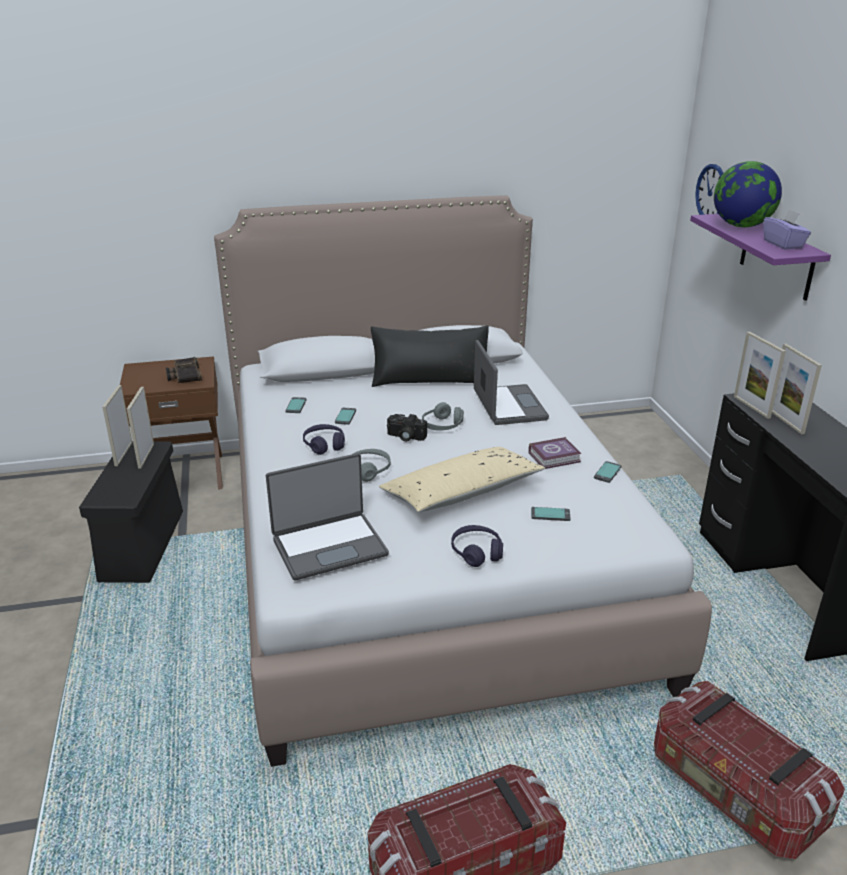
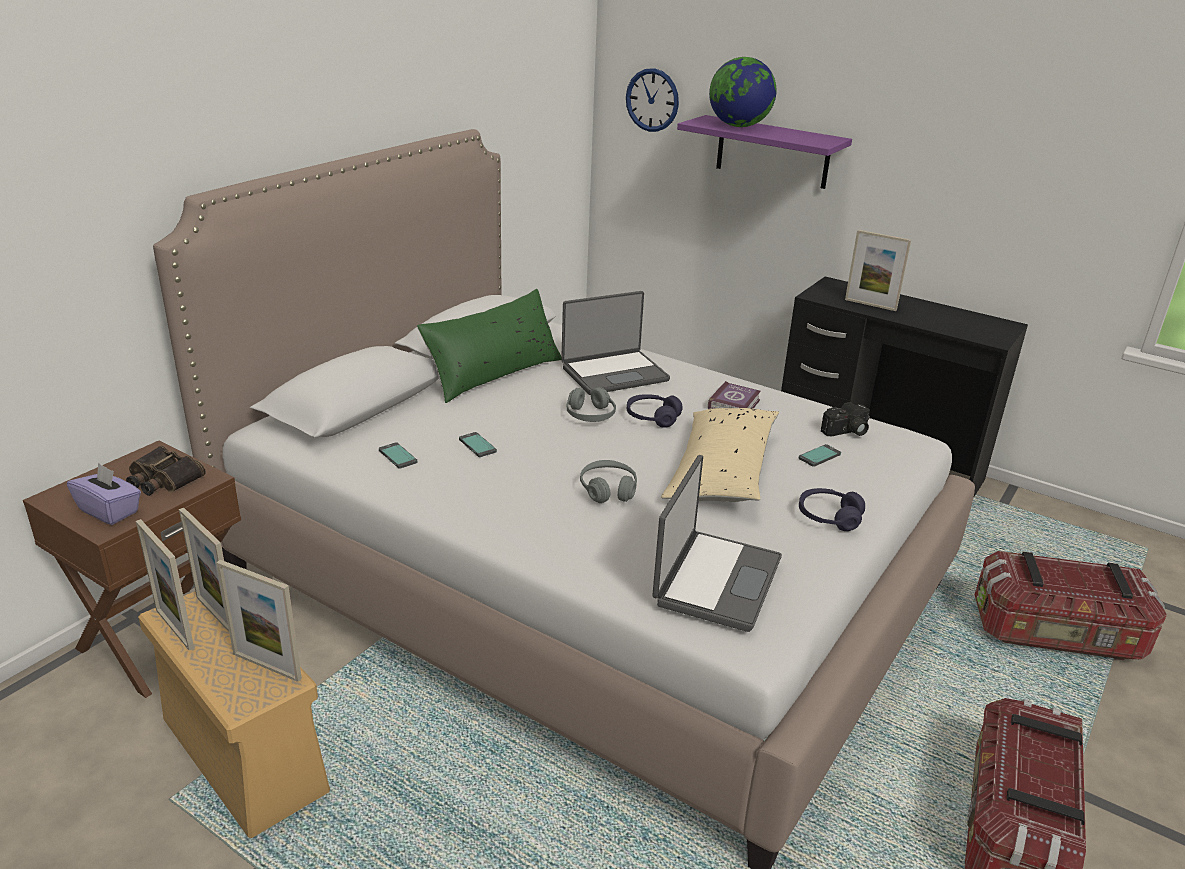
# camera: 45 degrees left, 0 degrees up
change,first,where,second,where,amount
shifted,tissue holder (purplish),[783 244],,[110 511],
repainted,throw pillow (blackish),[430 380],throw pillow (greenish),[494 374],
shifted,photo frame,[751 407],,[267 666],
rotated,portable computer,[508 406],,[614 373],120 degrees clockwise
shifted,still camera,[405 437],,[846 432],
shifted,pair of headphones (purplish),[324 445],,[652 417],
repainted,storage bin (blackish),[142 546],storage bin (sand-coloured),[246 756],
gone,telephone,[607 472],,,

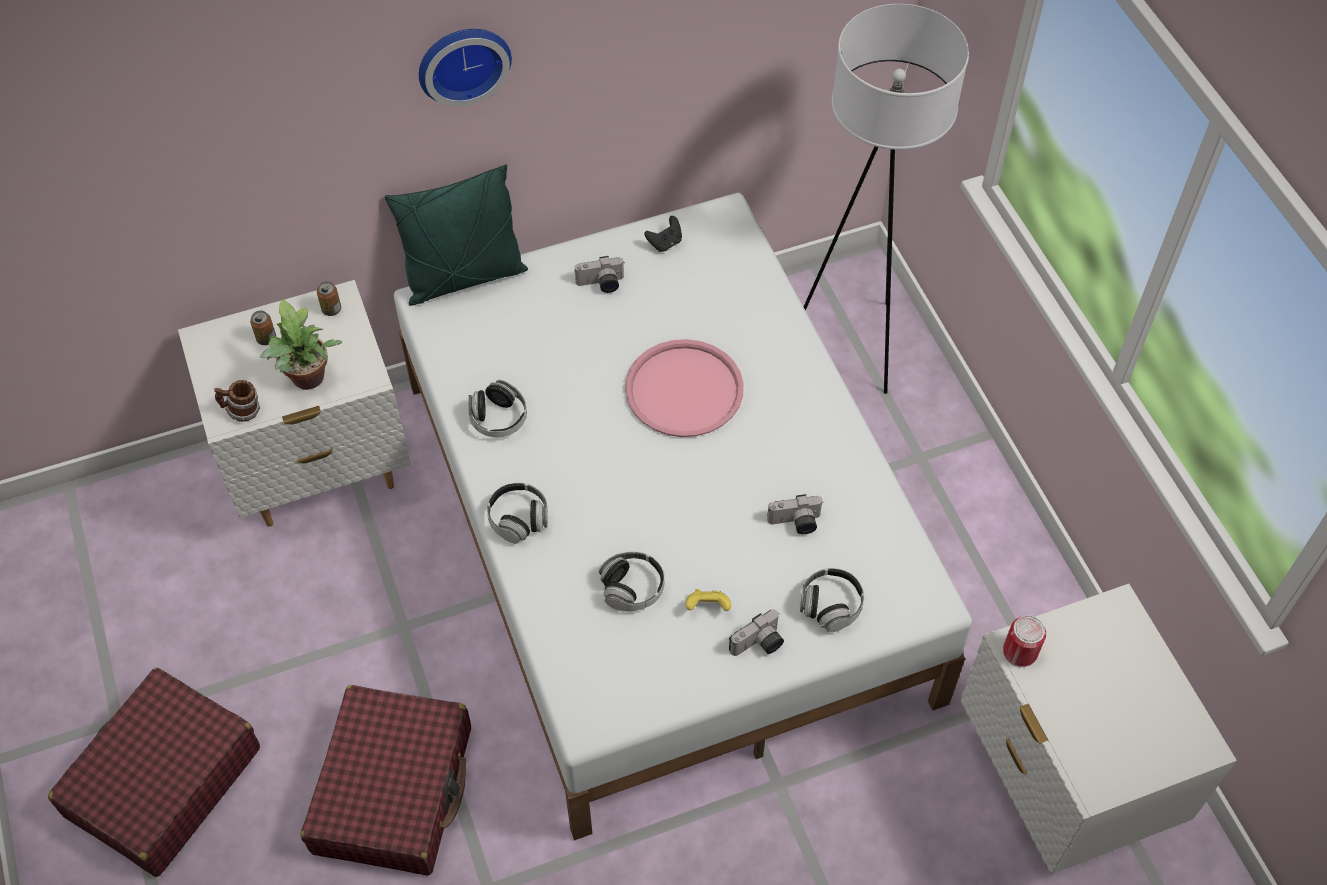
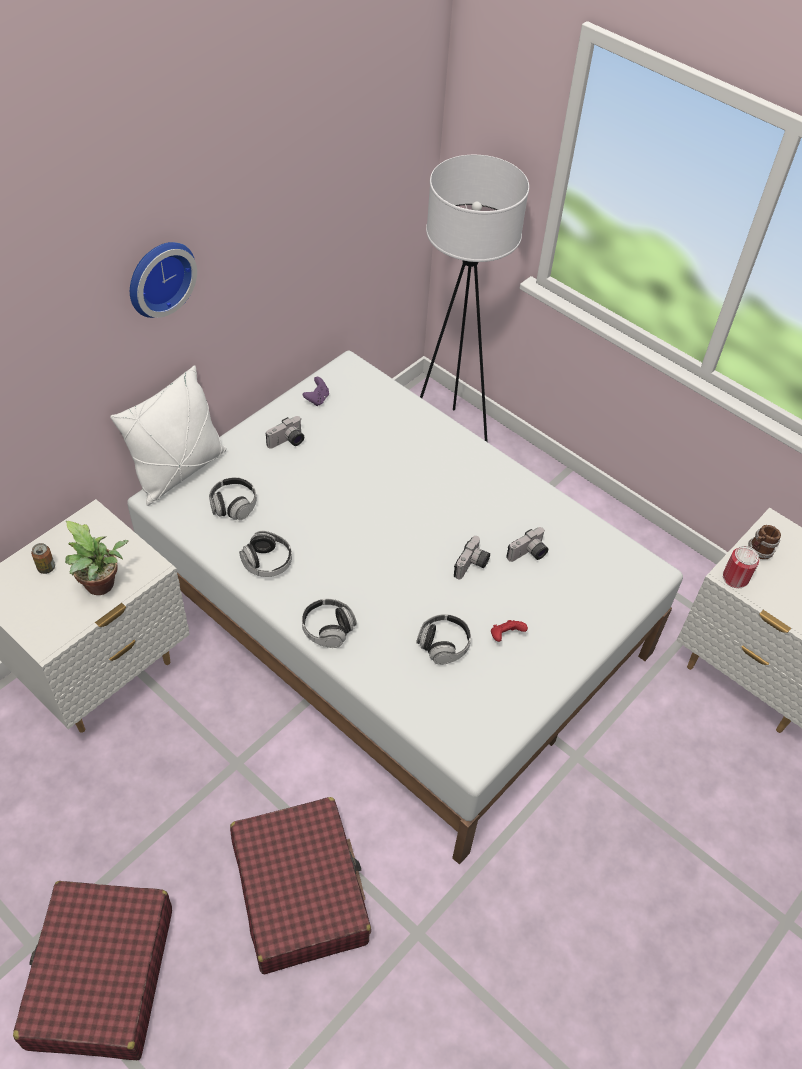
# camera: 30 degrees left, 5 degrees down
change,first,where,second,where,amount
repainted,throw pillow (greenish),[464 277],throw pillow (white),[179 471],
repainted,game controller (blackish),[665 243],game controller (purplish),[317 399],
gone,sealed can,[331 309],,,
gone,serving tray (pink-coloured),[684 389],,,
shifted,coffee mug,[242 411],,[758 552],
shifted,pair of headphones,[830 606],,[233 505],
repainted,game controller (yellow),[708 607],game controller (red-coloured),[505 636],
shifted,still camera,[759 645],,[472 566],

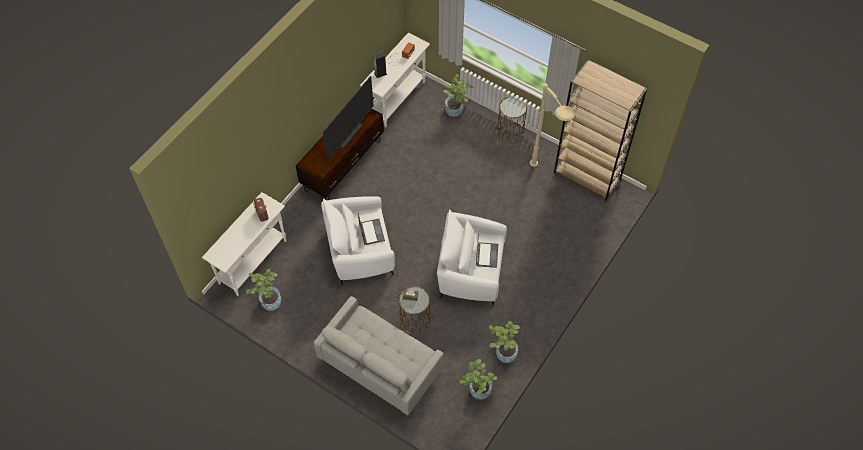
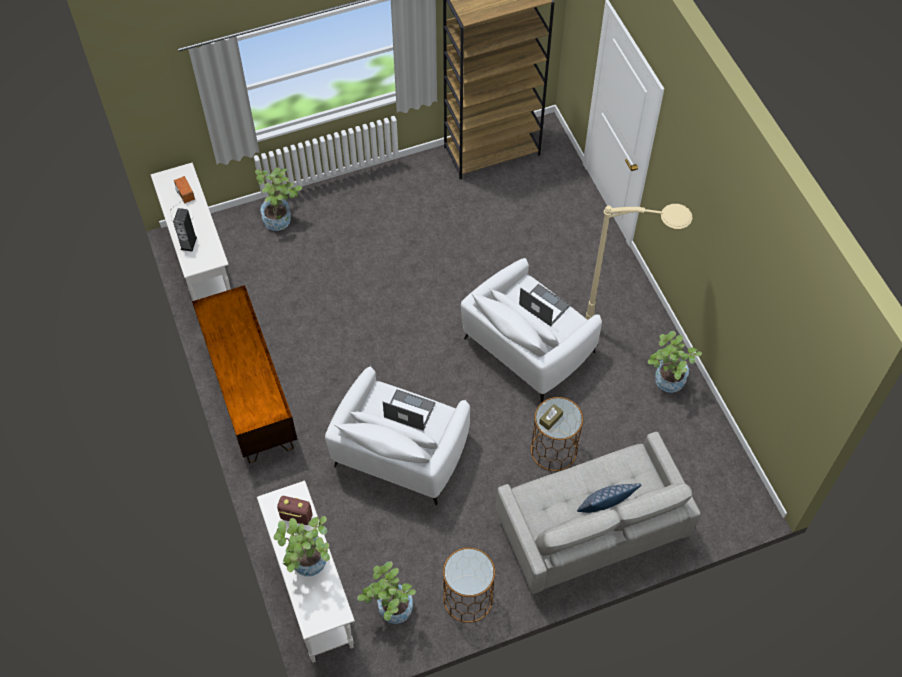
# camera: 55 degrees left, 0 degrees up
change,first,where,second,where,amount
gone,TV set,[350 135],,,
shifted,standing lamp (sand-coloured),[545 183],,[629 333],
shifted,side table (brownish),[510 131],,[467 598],
shifted,plant in a pot,[477 391],,[308 565],
new,,,throw pillow,[605 507],

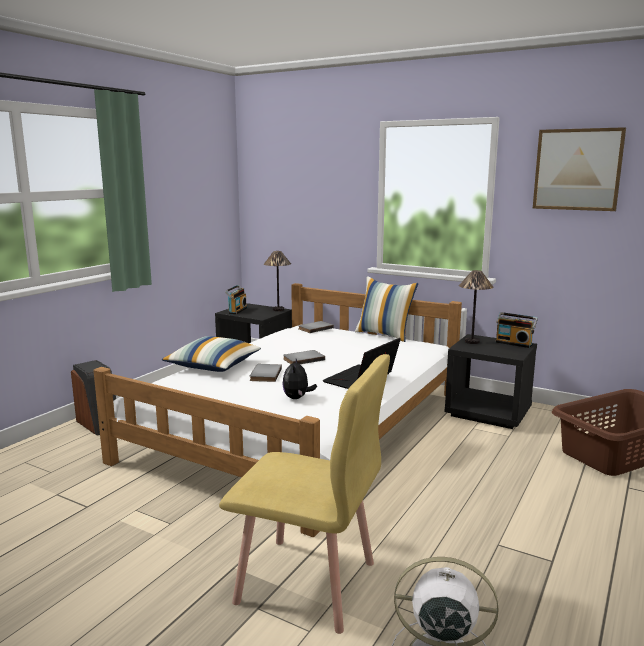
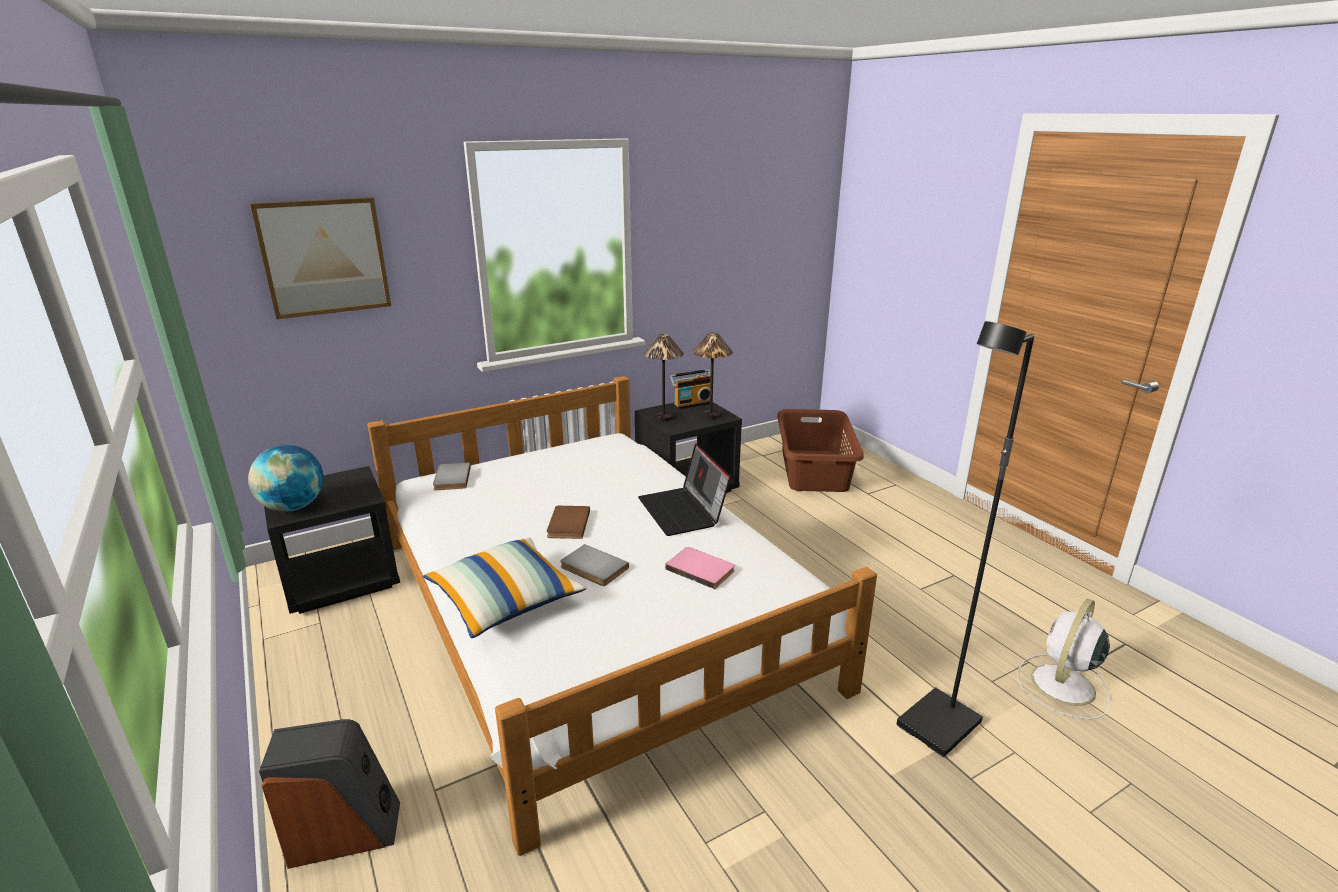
# camera: 60 degrees left, 10 degrees up
change,first,where,second,where,amount
shifted,wall picture,[577 169],,[324 257],
shifted,lamp for a table,[278 309],,[710 416],
gone,throw pillow,[384 335],,,
swapped,radio,[236 310],globe,[293 507],
repainted,book (grey),[303 359],book (brownish),[567 524],
swapped,upright chair (yellow),[307 583],standing lamp (blackish),[939 726],
swapped,soft toy,[297 398],book (pink-coloured),[701 569],

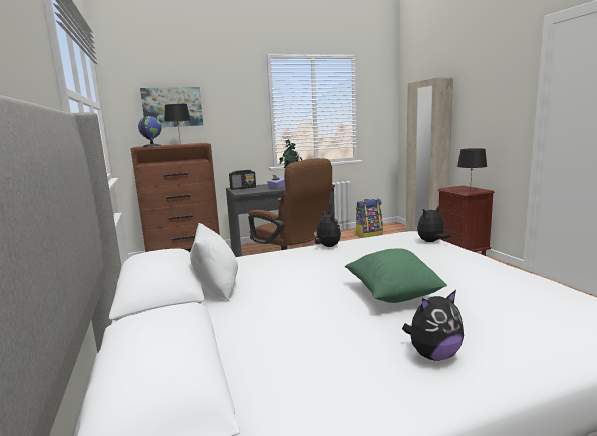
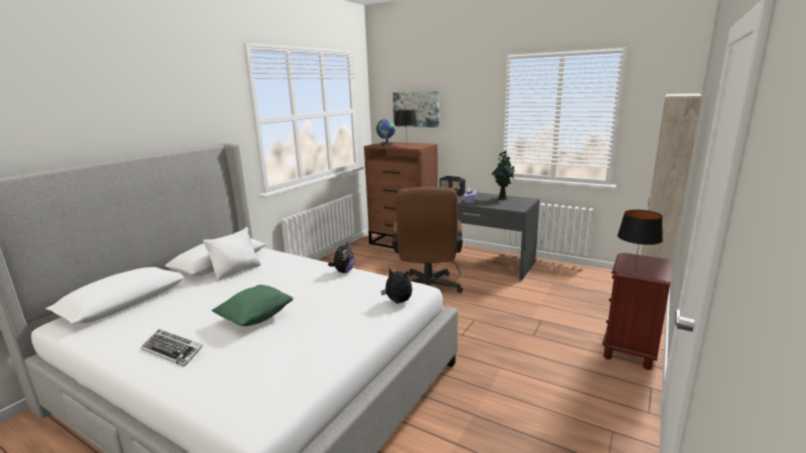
# camera: 50 degrees right, 5 degrees up
change,first,where,second,where,amount
gone,rucksack,[368 234],,,
swapped,soft toy,[433 355],keyboard,[173 351],

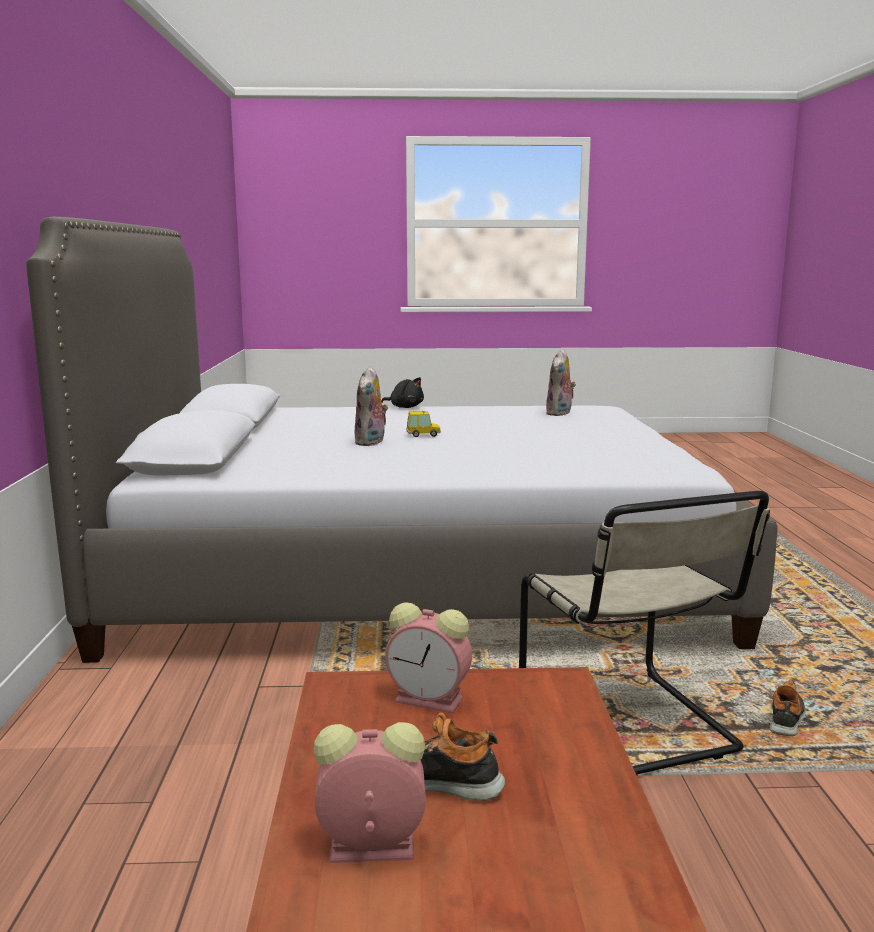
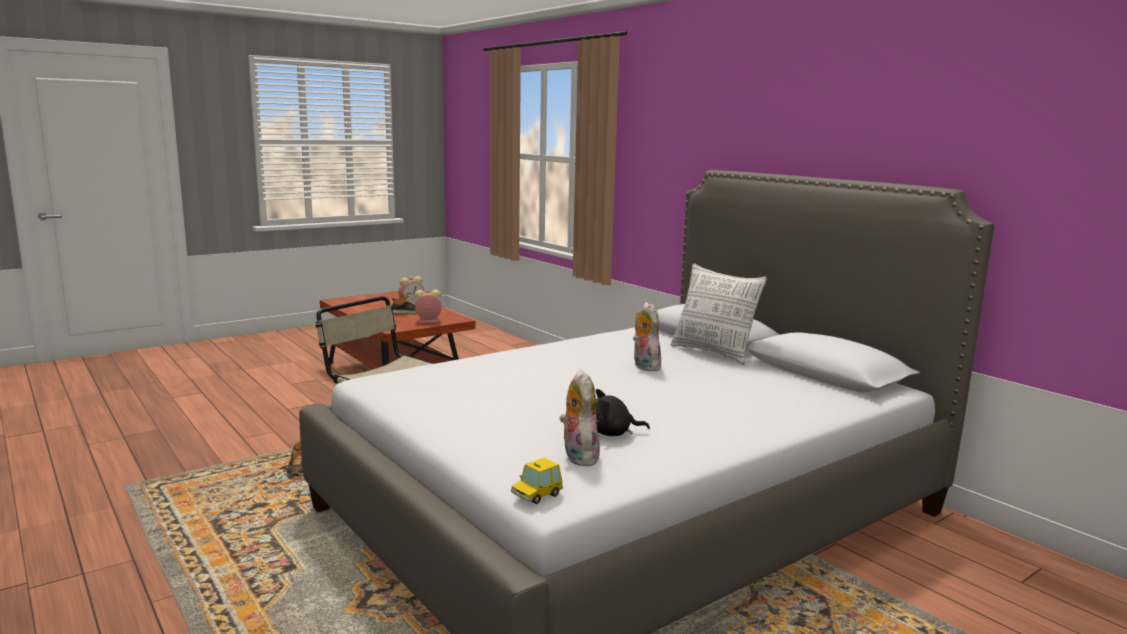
# camera: 145 degrees right, 0 degrees up
change,first,where,second,where,amount
shifted,soft toy (blackish),[405 407],,[611 433],
shifted,miniature car,[423 434],,[536 495],
new,,,throw pillow,[713 353],

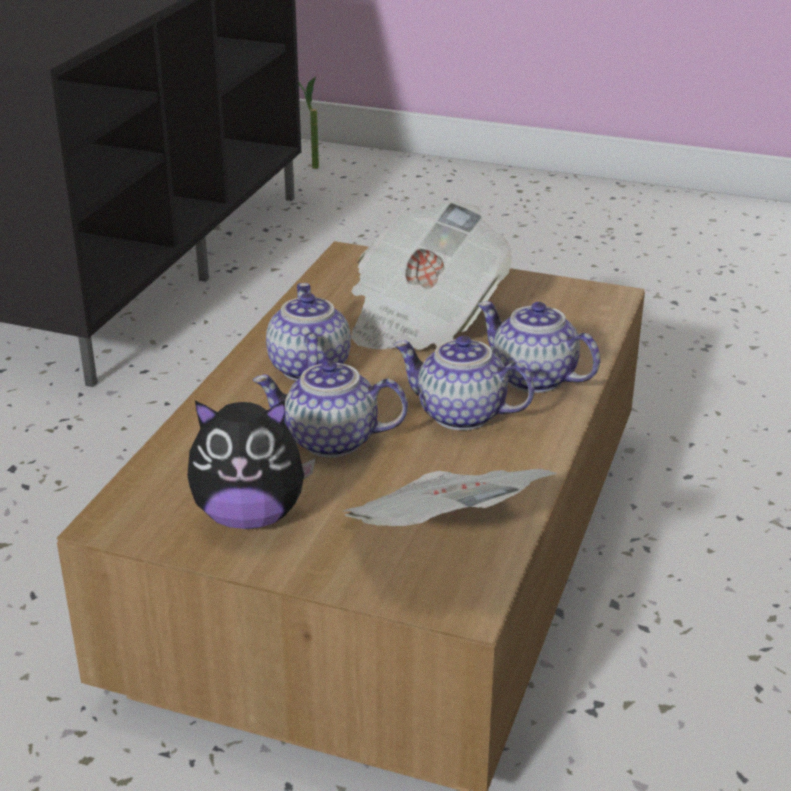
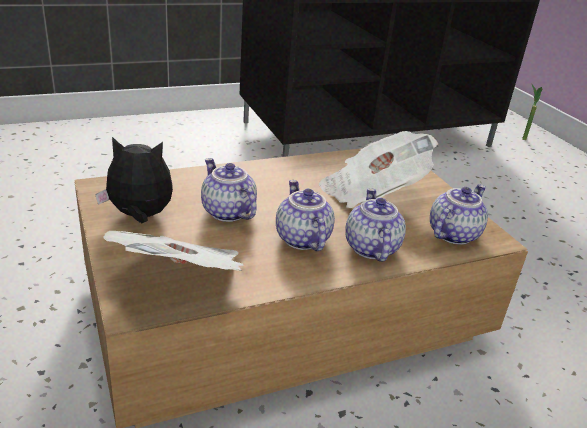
# camera: 45 degrees right, 0 degrees up
change,first,where,second,where,amount
shifted,pot for tea,[307 368],,[452 233],
rotated,soft toy,[250 516],,[140 216],135 degrees clockwise

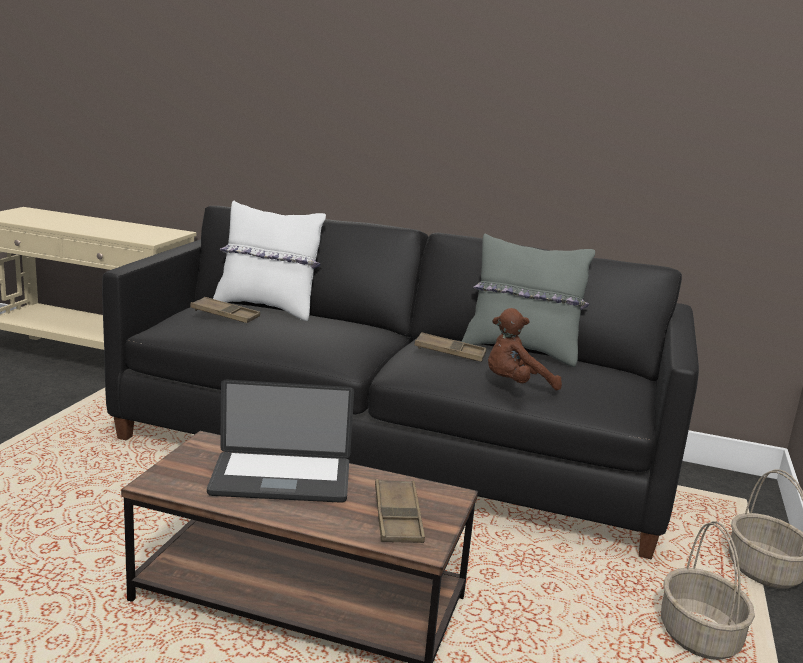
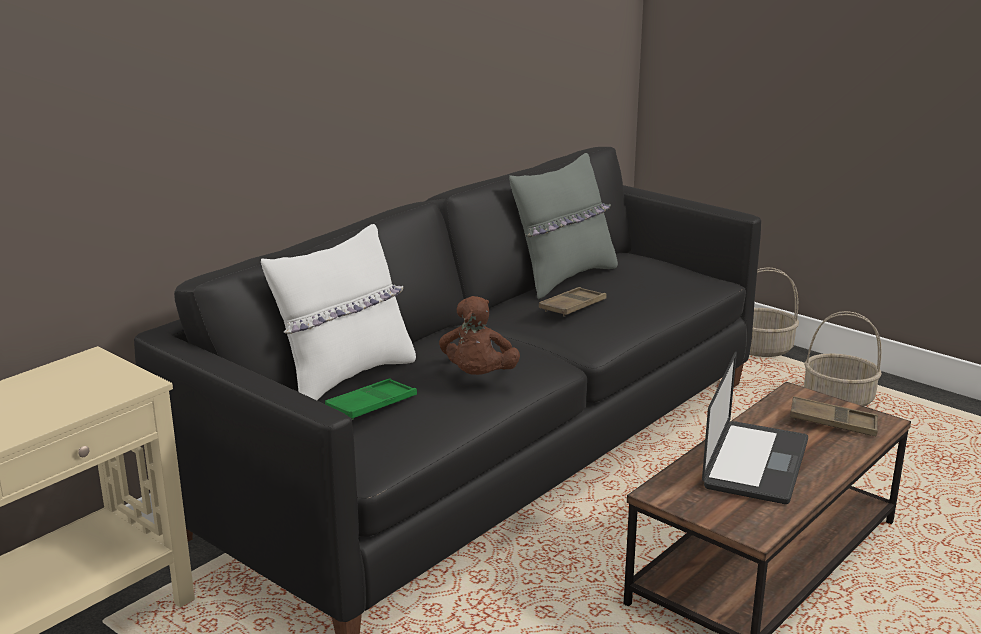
# camera: 65 degrees left, 5 degrees up
change,first,where,second,where,amount
repainted,serving tray (brownish),[225 315],serving tray (greenish),[371 405],
shifted,soft toy (brownish),[515 385],,[478 377],

